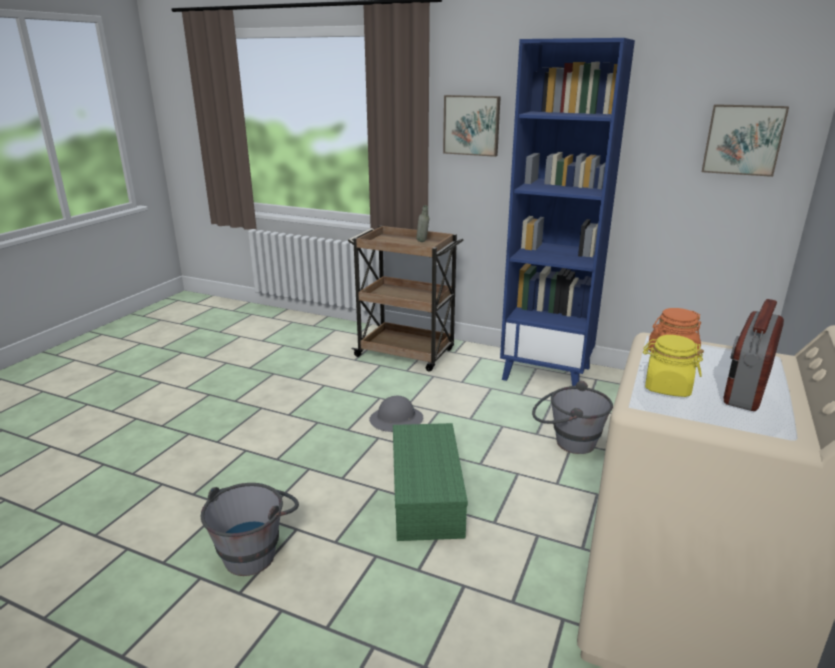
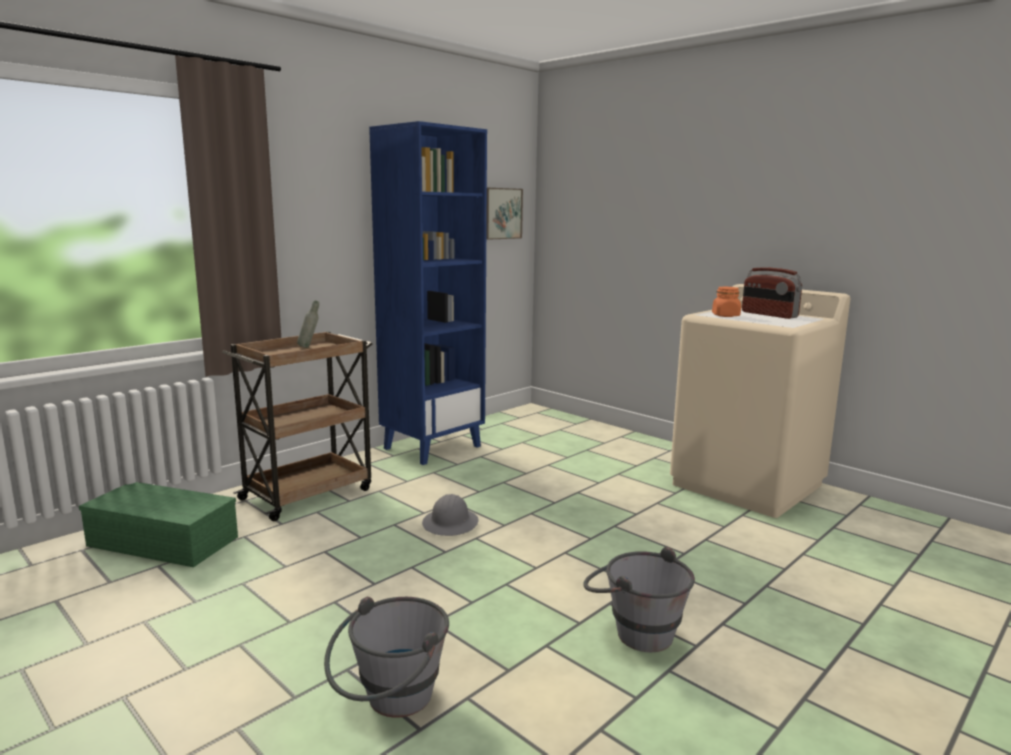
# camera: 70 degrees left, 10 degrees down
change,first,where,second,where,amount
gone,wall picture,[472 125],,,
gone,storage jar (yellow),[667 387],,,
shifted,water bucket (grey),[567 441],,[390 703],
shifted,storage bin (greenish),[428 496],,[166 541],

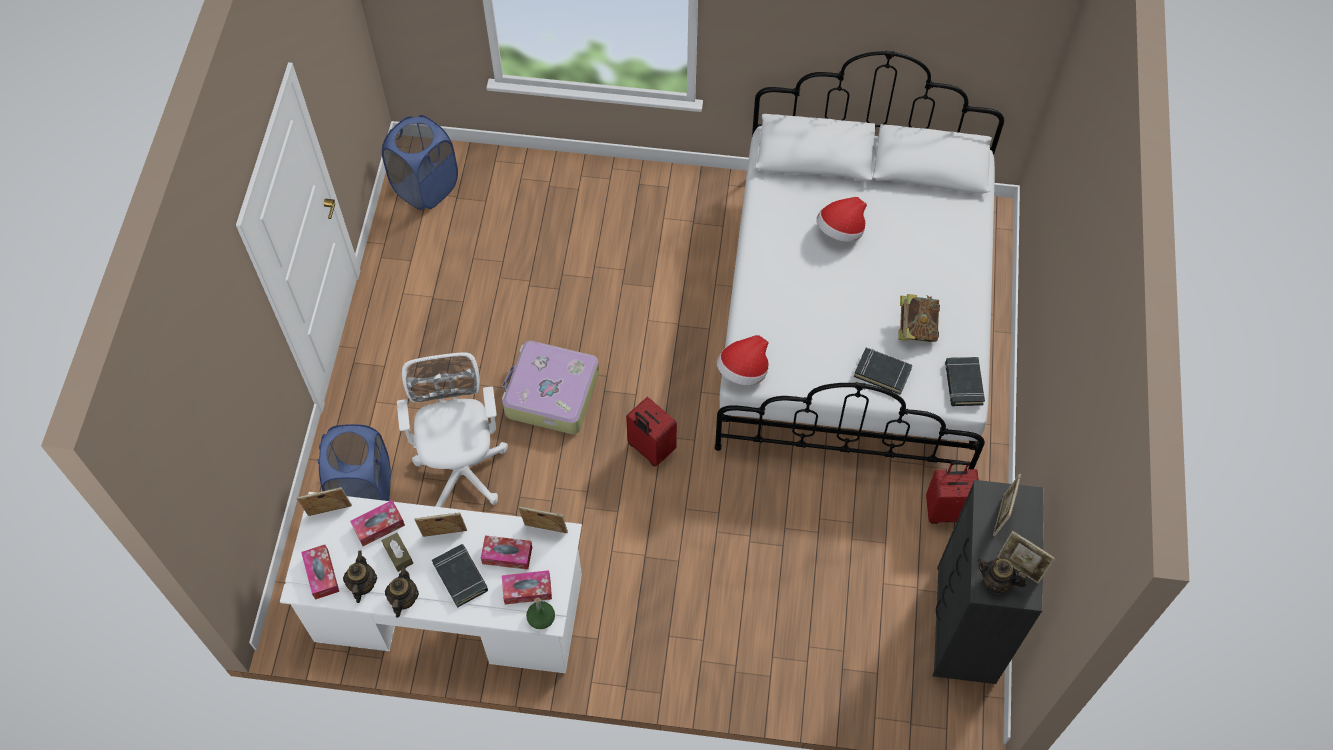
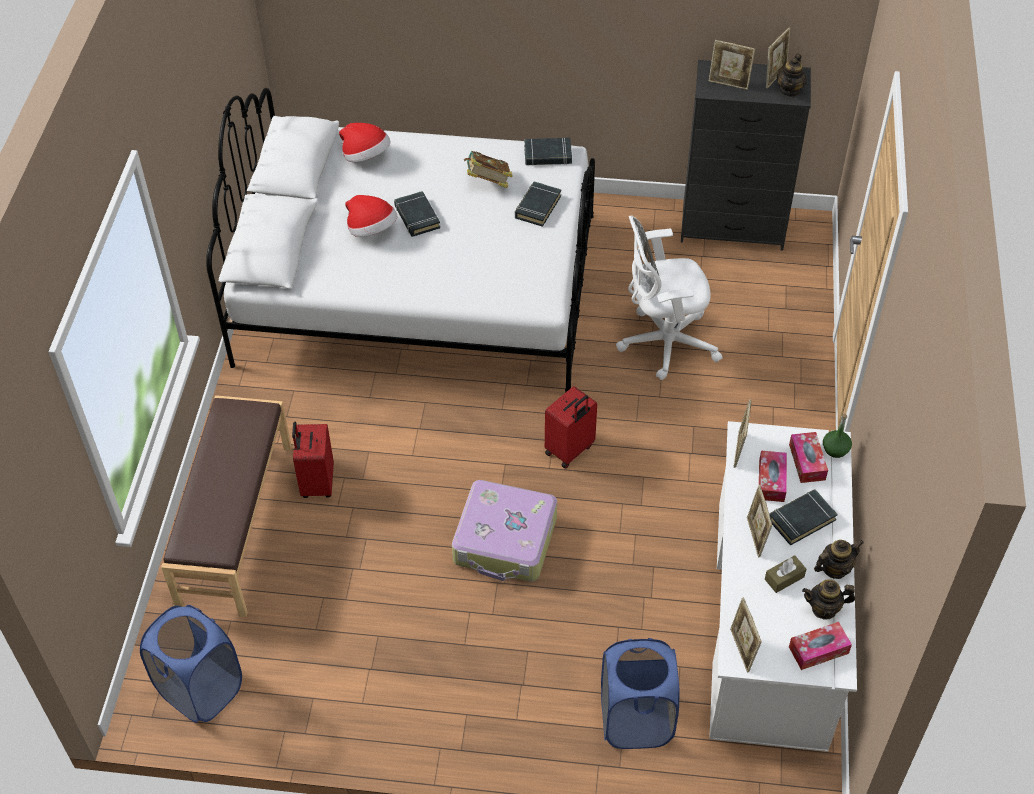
# camera: 90 degrees left, 10 degrees down
change,first,where,second,where,amount
shifted,clothing hat,[743 371],,[366 156],
shifted,computer chair (white),[461 467],,[663 343],
shifted,travel case (red-coloured),[947 510],,[316 483],
gone,tissue holder,[379 526],,,
rotated,pot for tea,[403 599],,[834 569],150 degrees clockwise
new,,,book (blackish),[417 217],
new,,,indoor bench (brownish),[235 525],

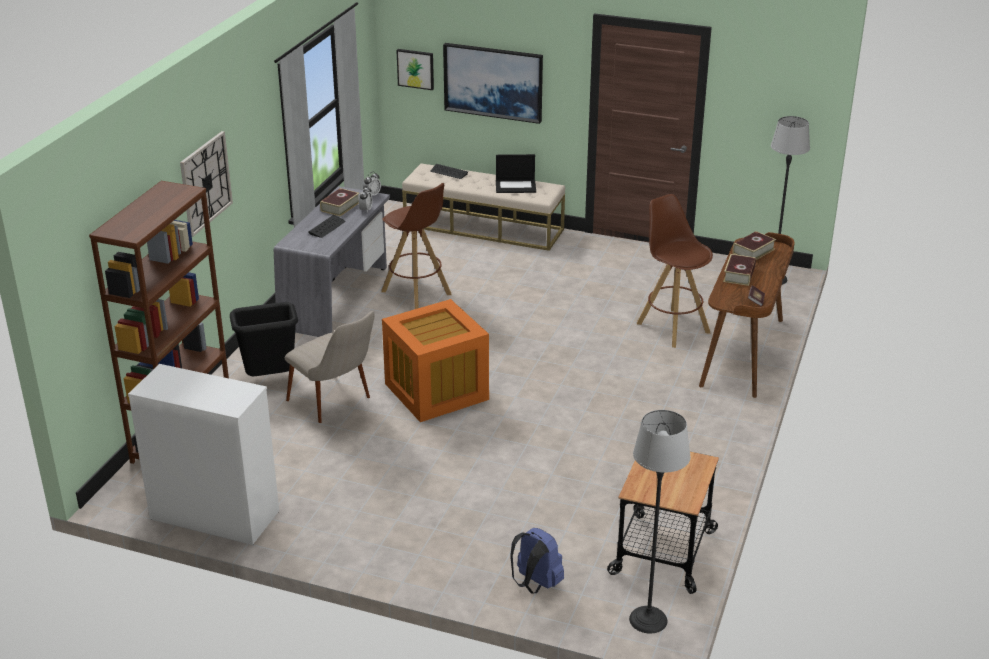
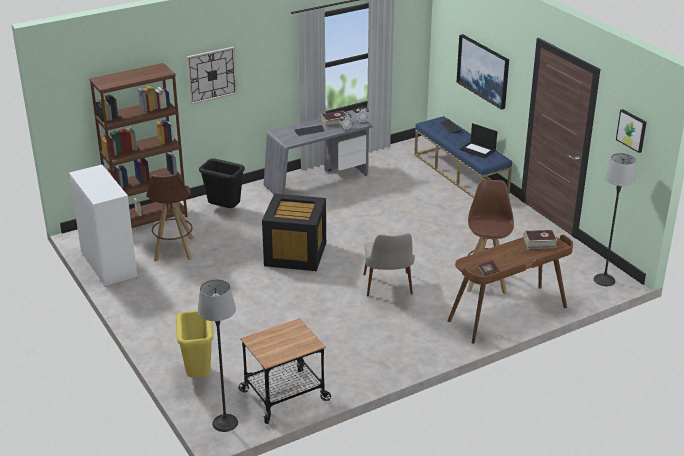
# camera: 40 degrees right, 0 degrees up
change,first,where,second,where,amount
shifted,wall picture,[416 68],,[632 130],
repainted,indoor bench (sand-coloured),[484 227],indoor bench (blue-coloured),[460 173],
shifted,stool seat (brownish),[417 293],,[173 249],
gone,book,[739 274],,,
repainted,storage bin (orangey),[434 391],storage bin (blackish),[295 253],
shifted,upright chair (sand-coloured),[337 404],,[388 290],
swapped,rucksack (blue-coloured),[535 584],trash can (yellow),[198 374],

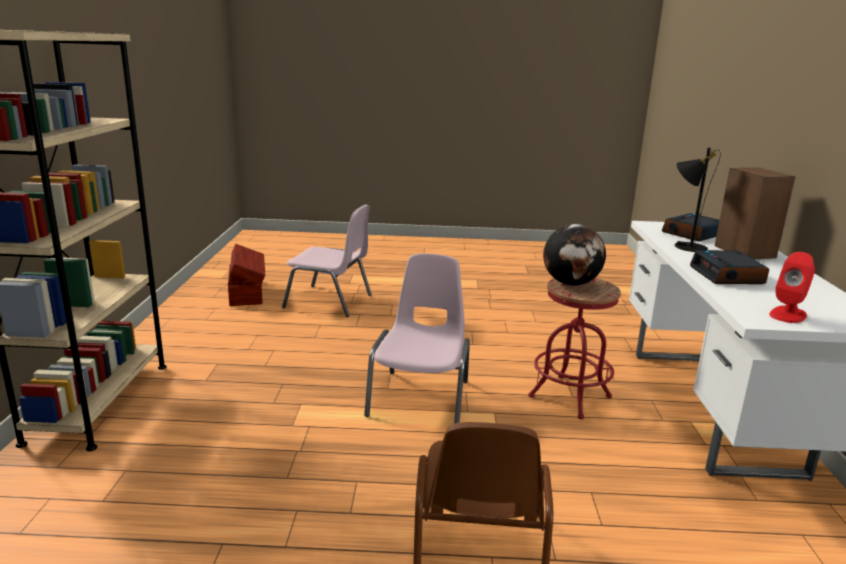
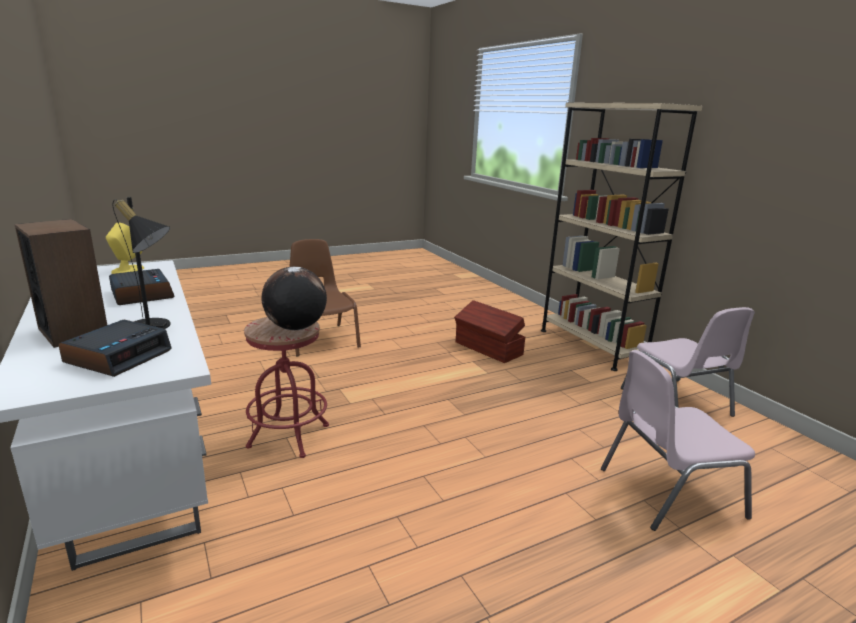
# camera: 150 degrees right, 0 degrees up
change,first,where,second,where,amount
shifted,storage bin (brownish),[247 292],,[488 349],
repainted,audio speaker (red-coloured),[788 314],audio speaker (yellow),[127 270],
shifted,upright chair (pink-coloured),[421 397],,[677 403],

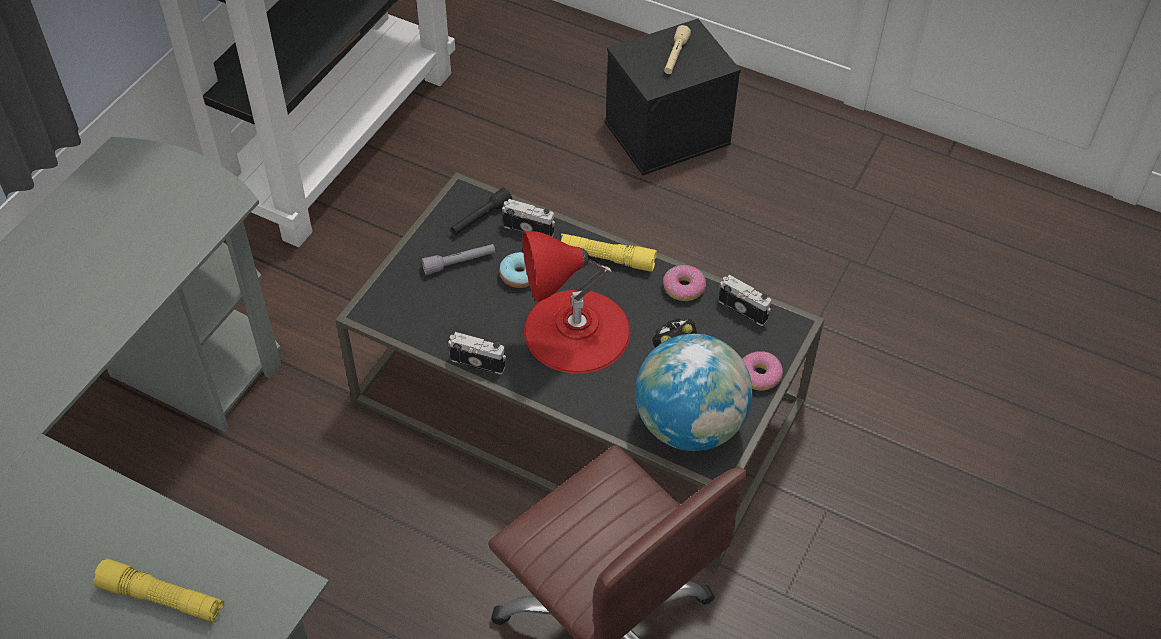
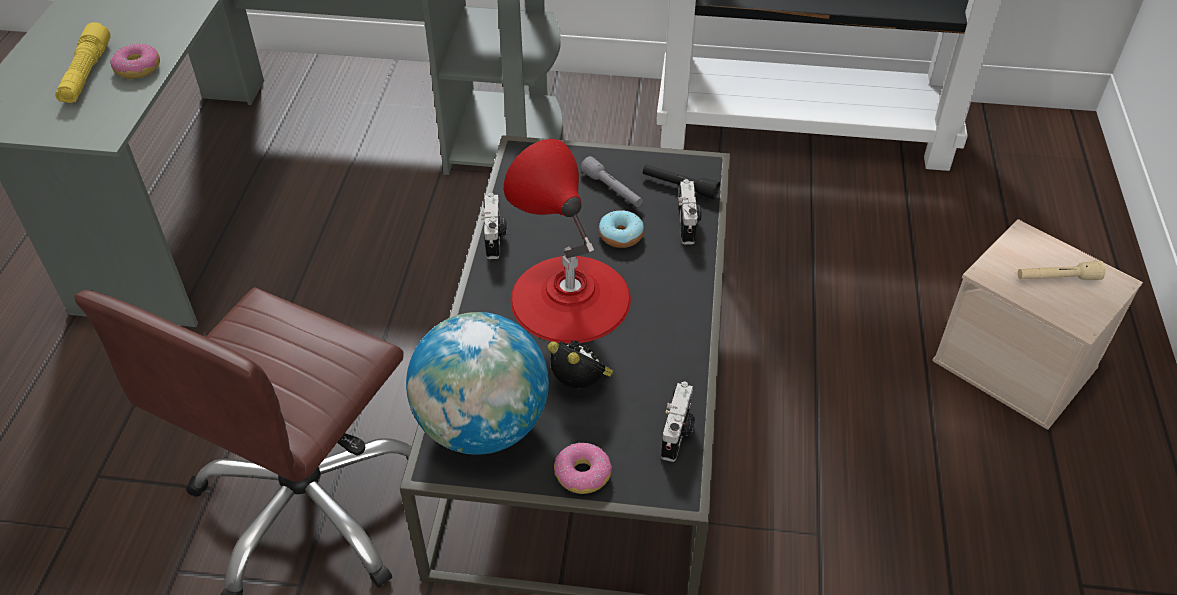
# camera: 70 degrees right, 5 degrees down
change,first,where,second,where,amount
repainted,storage bin (blackish),[668 132],storage bin (sand-coloured),[1017 364],
gone,hand torch (yellow),[606 258],,,
shifted,ring doughnut,[684 288],,[138 69],

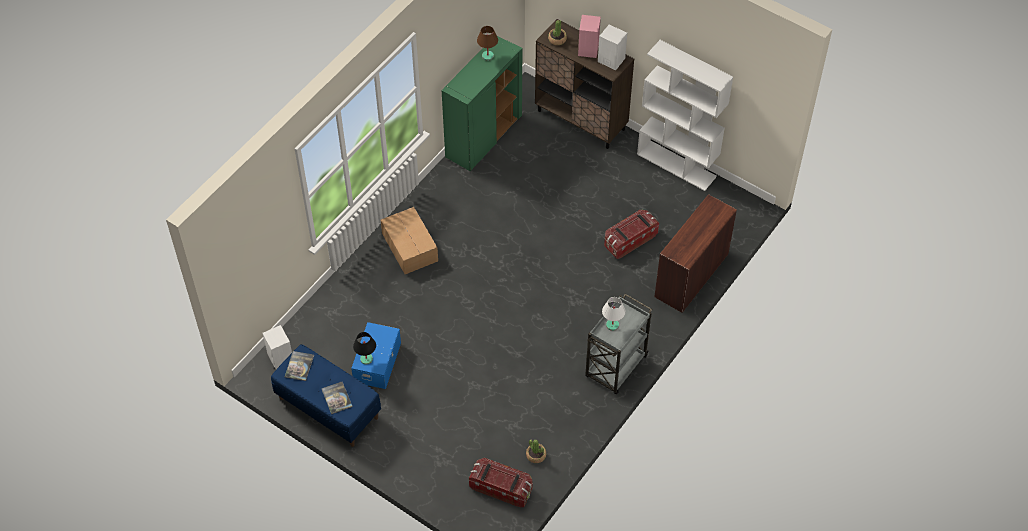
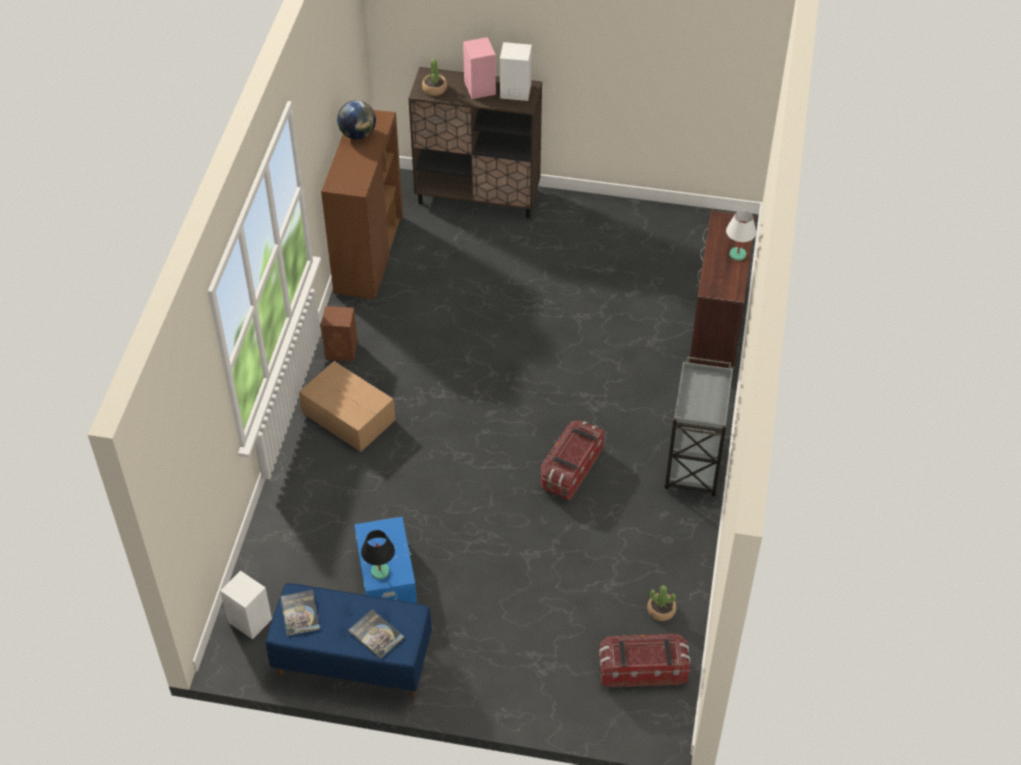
# camera: 25 degrees left, 5 degrees down
change,first,where,second,where,amount
swapped,lamp for a table (brownish),[488 56],globe,[358 134],
repainted,cabinet (greenish),[483 137],cabinet (brownish),[368 255],
gone,bookshelf (white),[677 165],,,
shifted,storage bin,[629 240],,[571 470],
shifted,lamp for a table (white),[612 325],,[737 255],
new,,,audio speaker (brownish),[342 350],

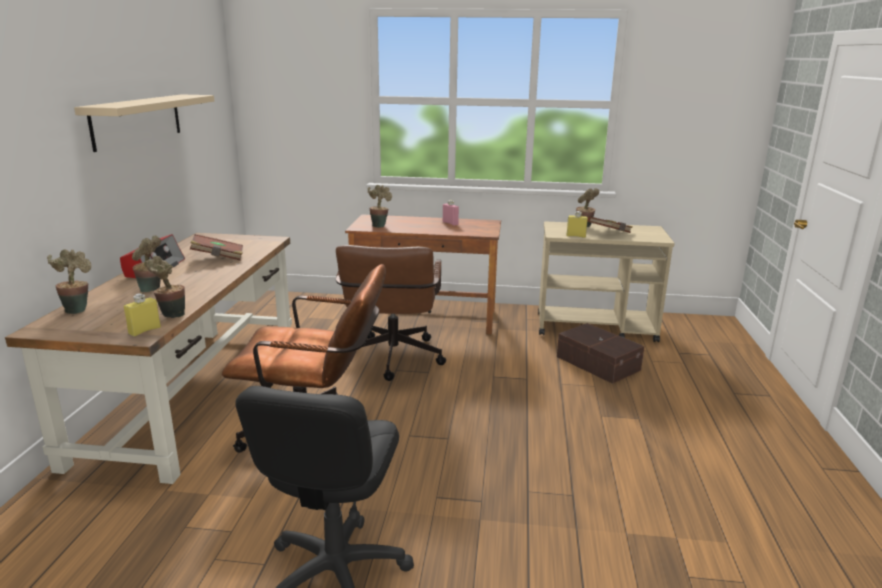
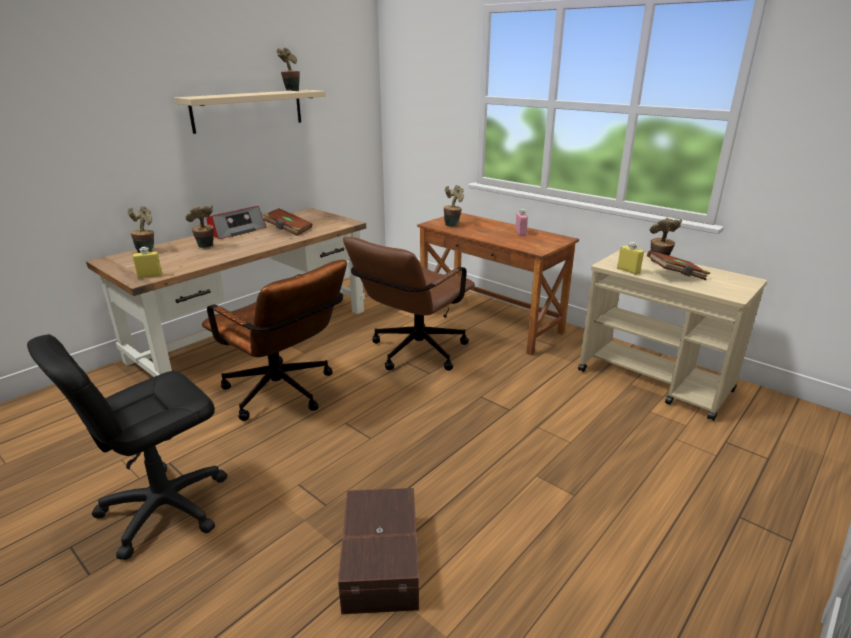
# camera: 35 degrees right, 5 degrees up
change,first,where,second,where,amount
shifted,plant in a pot,[171 315],,[291 91],
shifted,storage bin (brownish),[598 363],,[383 560],

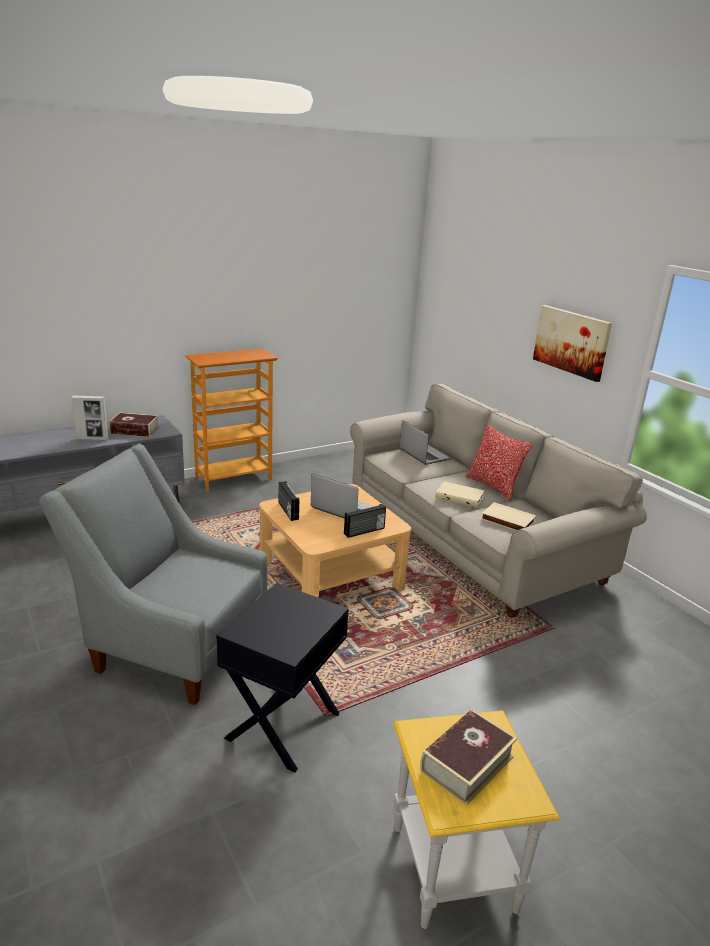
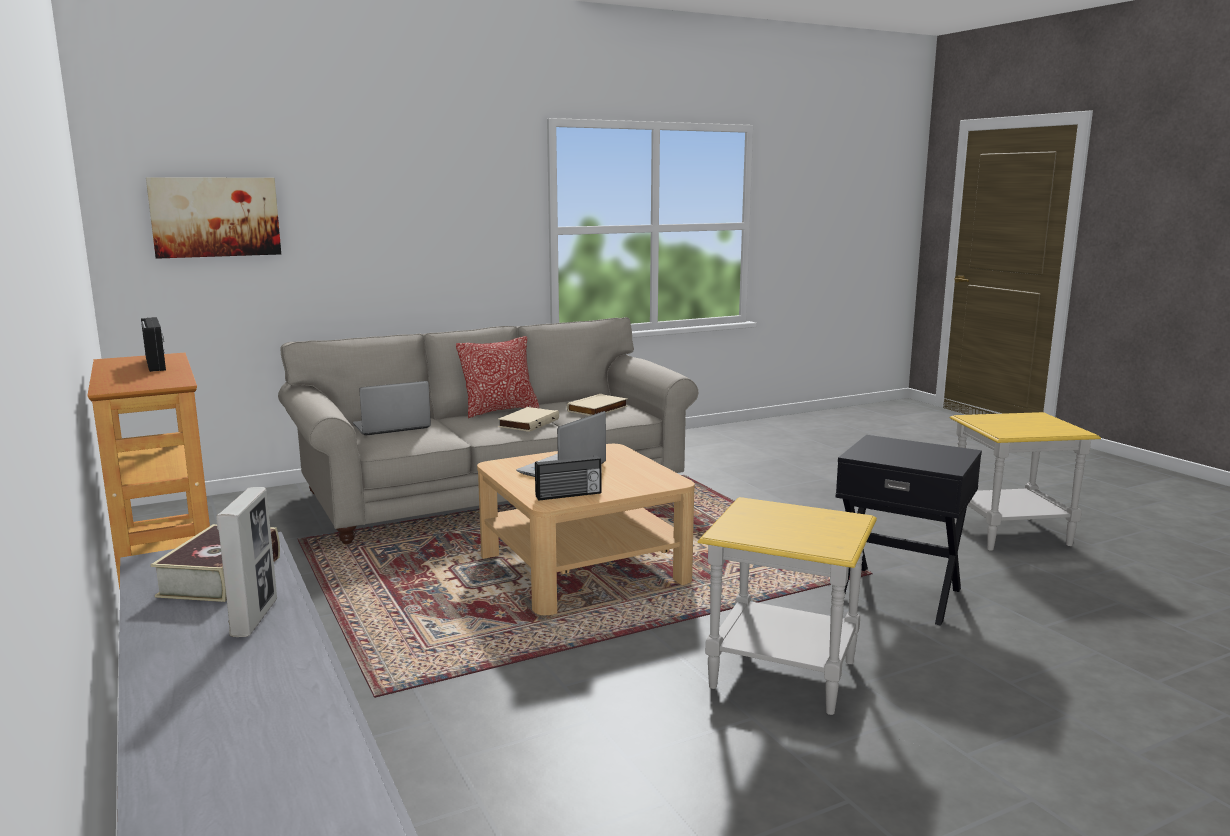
# camera: 85 degrees left, 10 degrees down
change,first,where,second,where,amount
shifted,wall picture,[571 342],,[215 217],
swapped,armchair (grey),[170 644],side table (yellow),[781 674],
shifted,radio,[364 531],,[157 364],
gone,book,[467 763],,,

